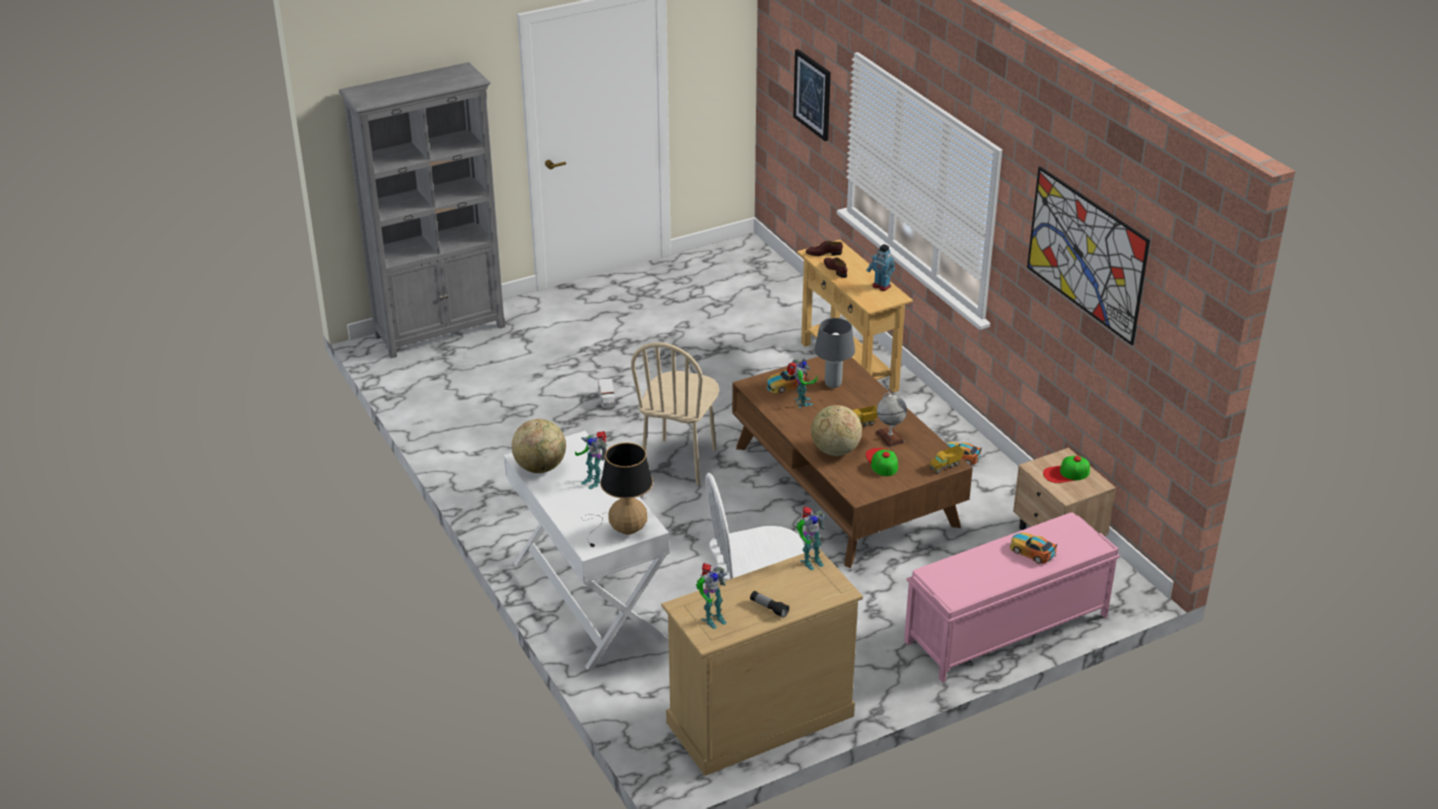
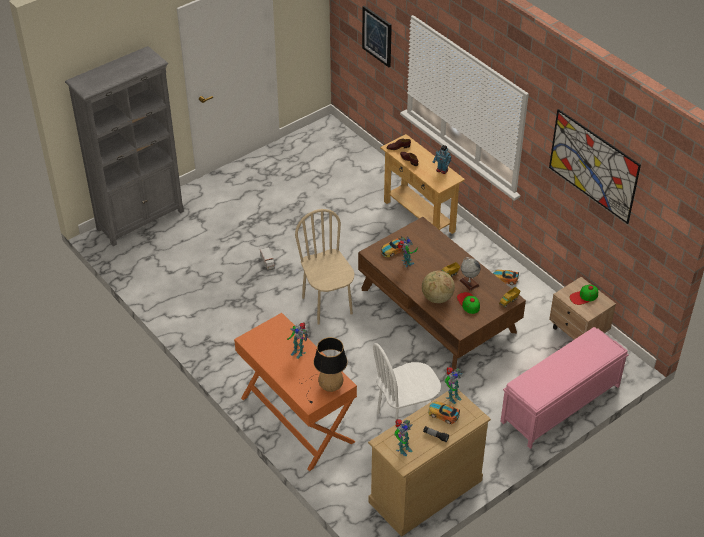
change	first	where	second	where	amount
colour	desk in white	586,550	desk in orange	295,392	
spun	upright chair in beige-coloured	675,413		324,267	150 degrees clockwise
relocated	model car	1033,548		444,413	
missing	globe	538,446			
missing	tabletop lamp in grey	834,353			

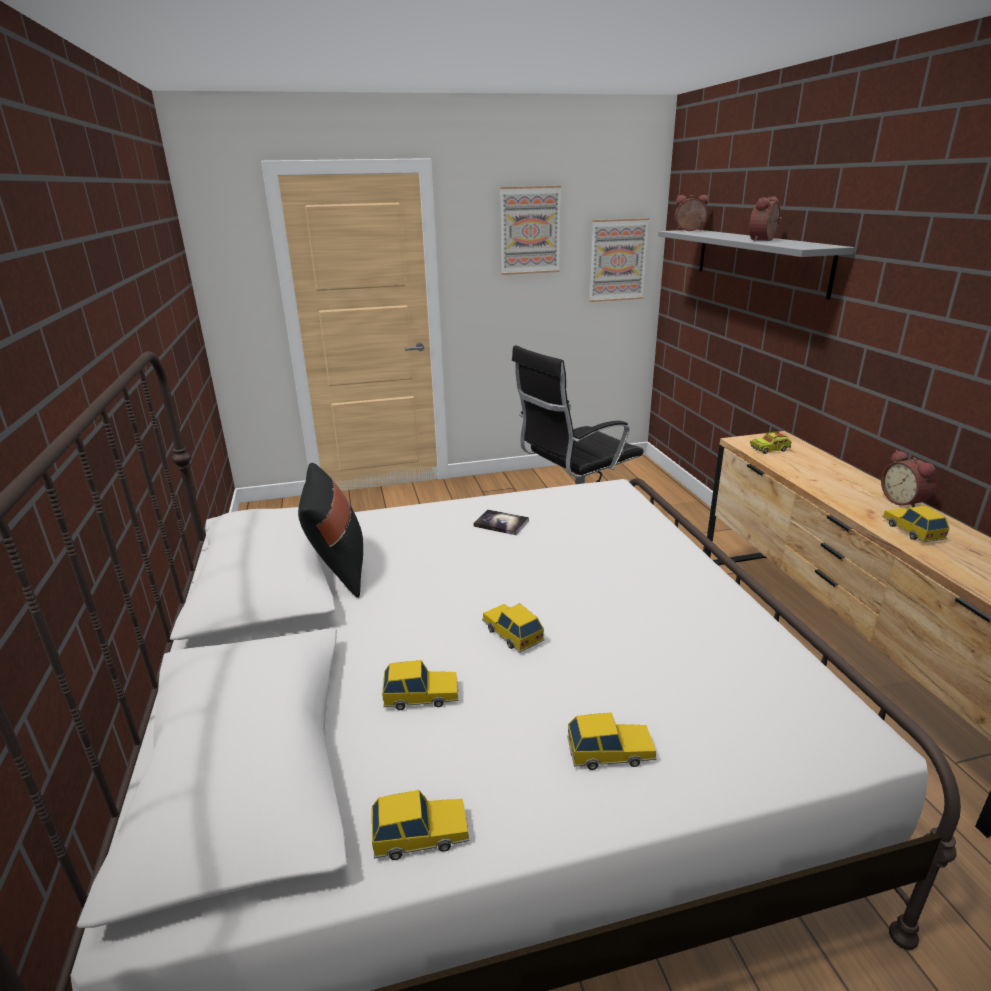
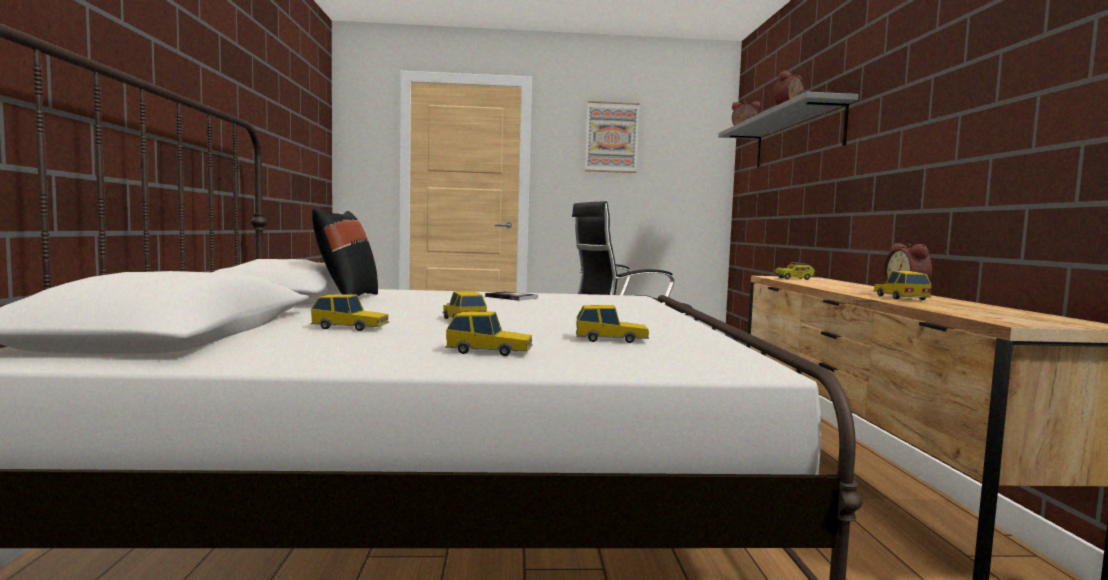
change	first	where	second	where	amount
relocated	model car	420,825		612,324	
missing	wall picture	619,260			

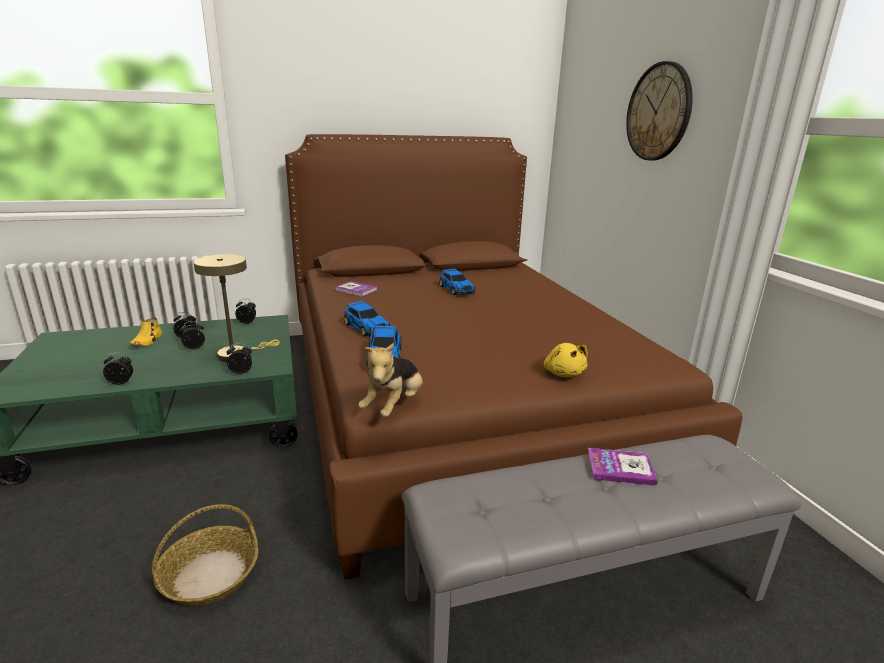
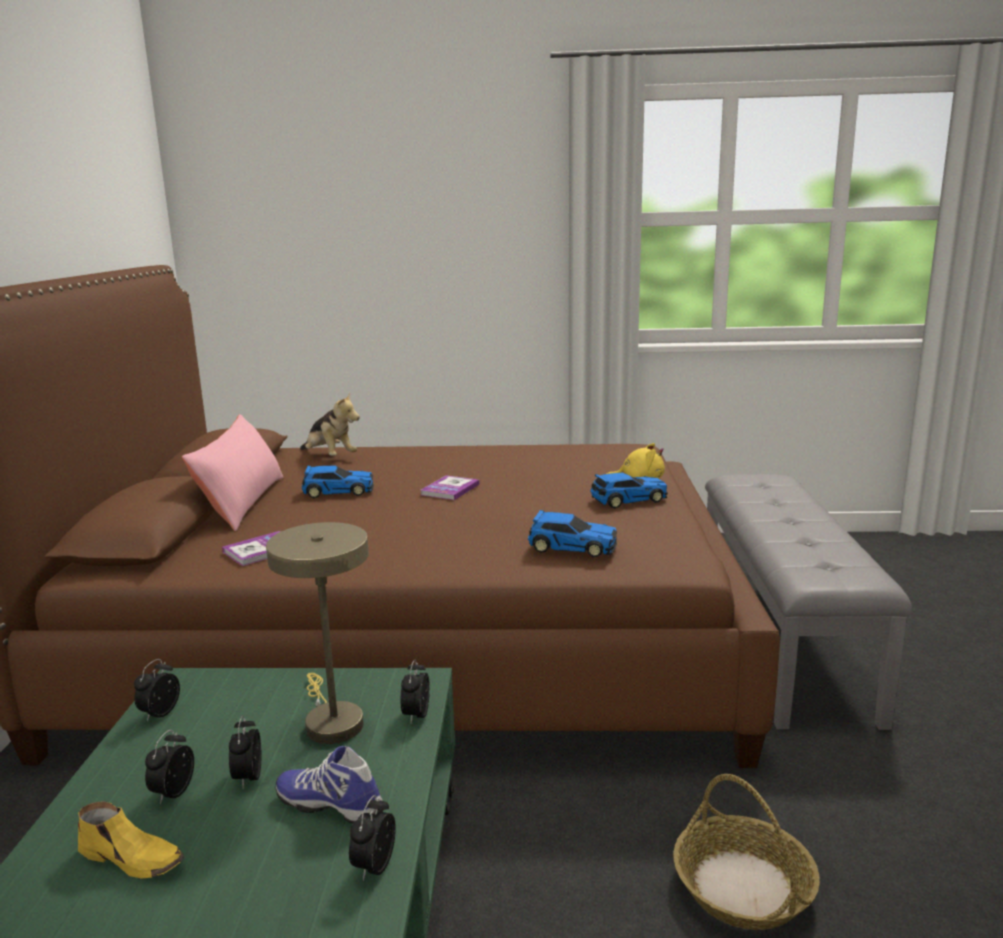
change	first	where	second	where	amount
appeared			cushion in pink	232,472	
appeared			low shoe	330,785	
relocated	soft toy	390,380		330,424	
relocated	book	622,467		450,487	
relocated	model car	367,319		629,491	
missing	wall clock	659,110			

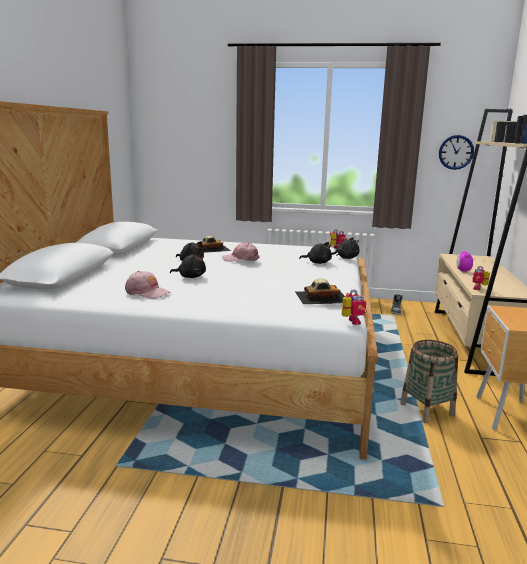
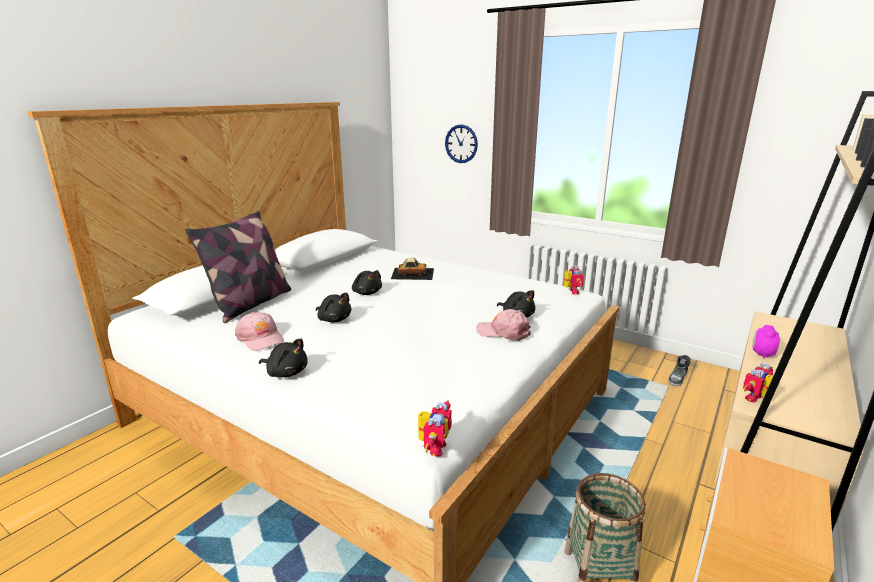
change	first	where	second	where	amount
appeared			cushion	238,267	
relocated	soft toy in black-coloured	345,248		283,357	
relocated	wall clock	456,152		461,143	
relocated	cap in pink	241,252		503,325	
missing	model car	320,291			

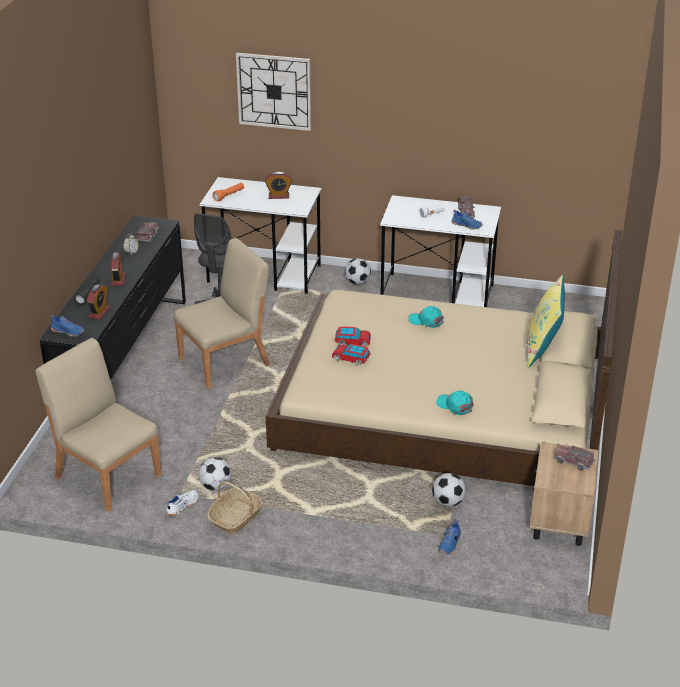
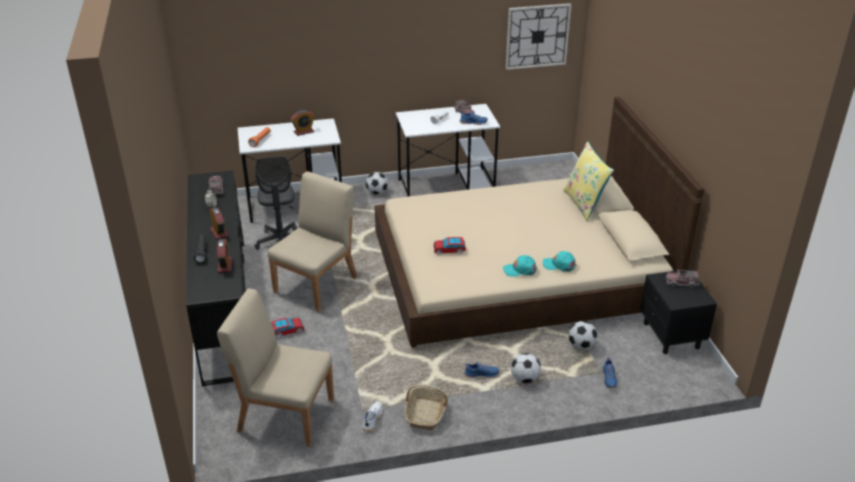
change	first	where	second	where	amount
relocated	model car	353,336		287,328	
relocated	low shoe in blue	68,326		481,370	
relocated	cap in turquoise-coloured	426,317		520,266	
relocated	wall clock	273,92		539,36	
relocated	football ball	215,474		526,368	
colour	night table in beige-coloured	564,494	night table in black-coloured	678,311	

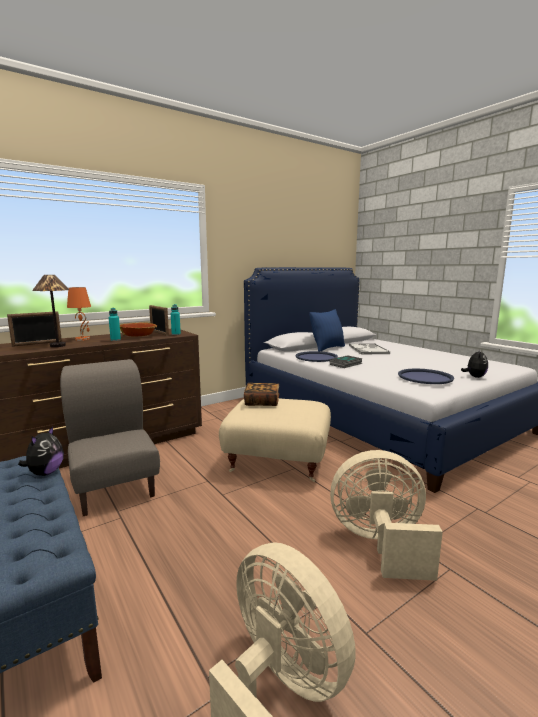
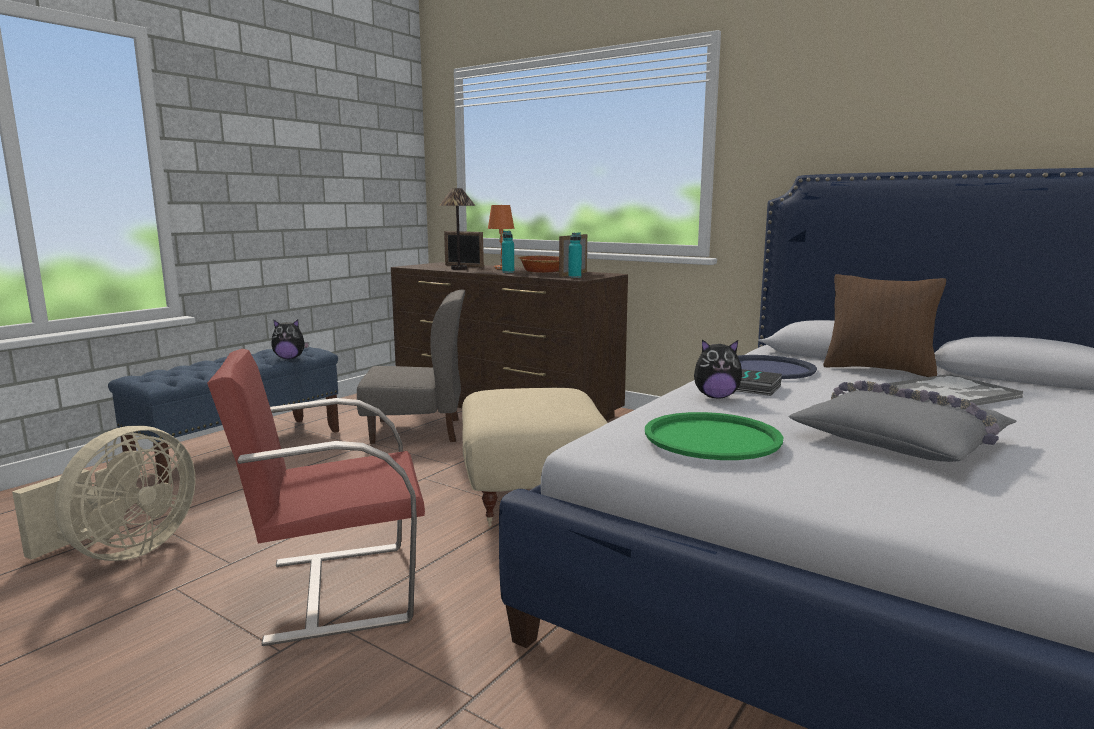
change	first	where	second	where	amount
exchanged	fan in beige-coloured	386,515	upright chair in red-coloured	316,497	
spun	upright chair in grey	110,437		411,366	45 degrees clockwise
colour	tray in blue	426,376	tray in greenish	714,436	
relocated	soft toy	474,363		718,368	
appeared			cushion in grey	902,421	
colour	cushion in blue	327,330	cushion in brown	884,325	
missing	book	261,394			

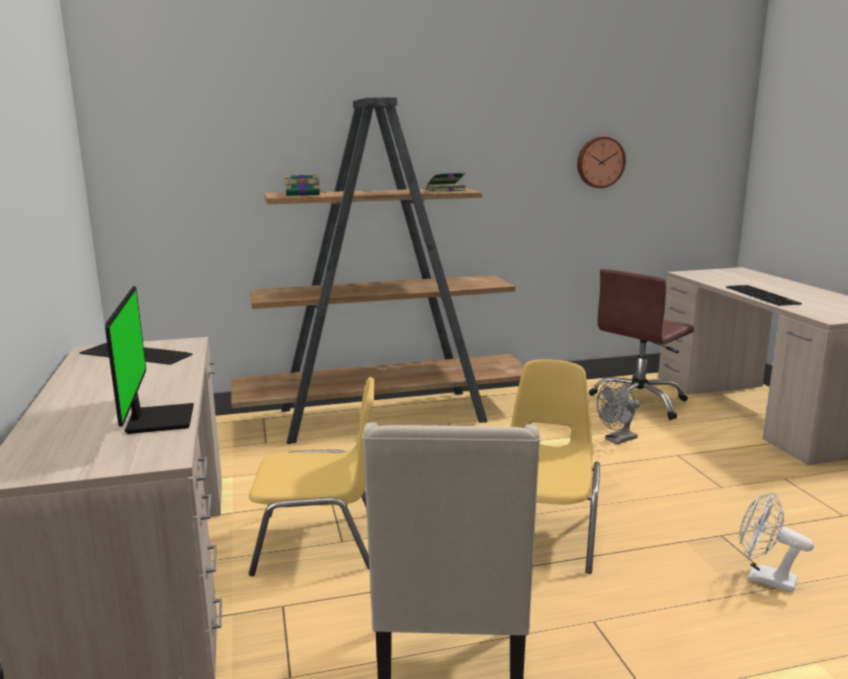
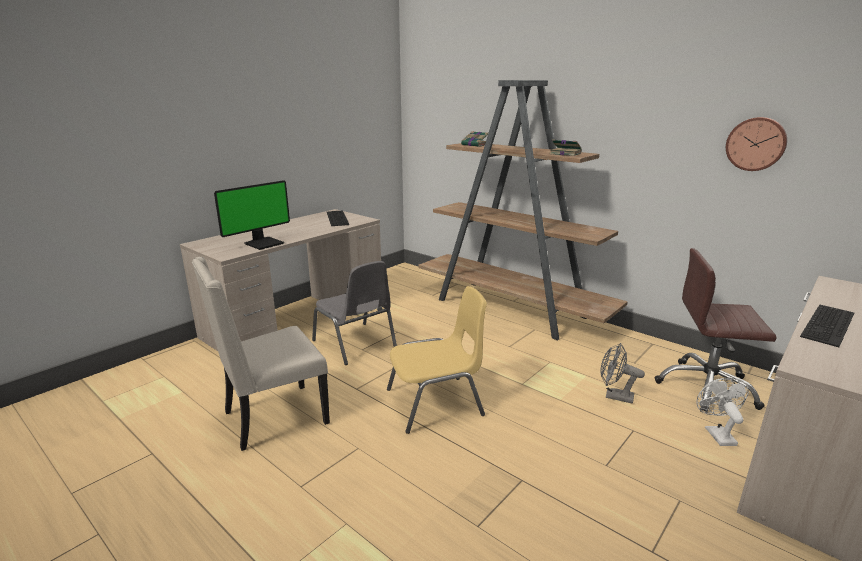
change	first	where	second	where	amount
colour	upright chair in yellow	312,476	upright chair in grey	354,313	
relocated	fan in white	776,542		722,412	

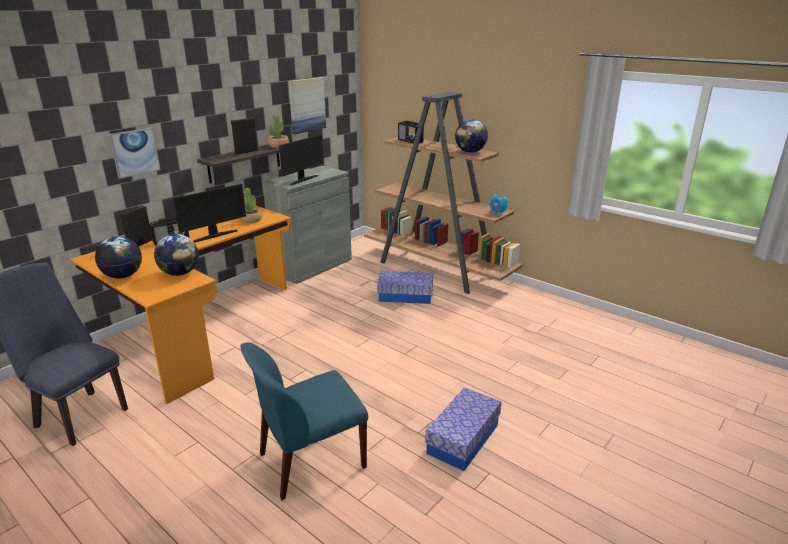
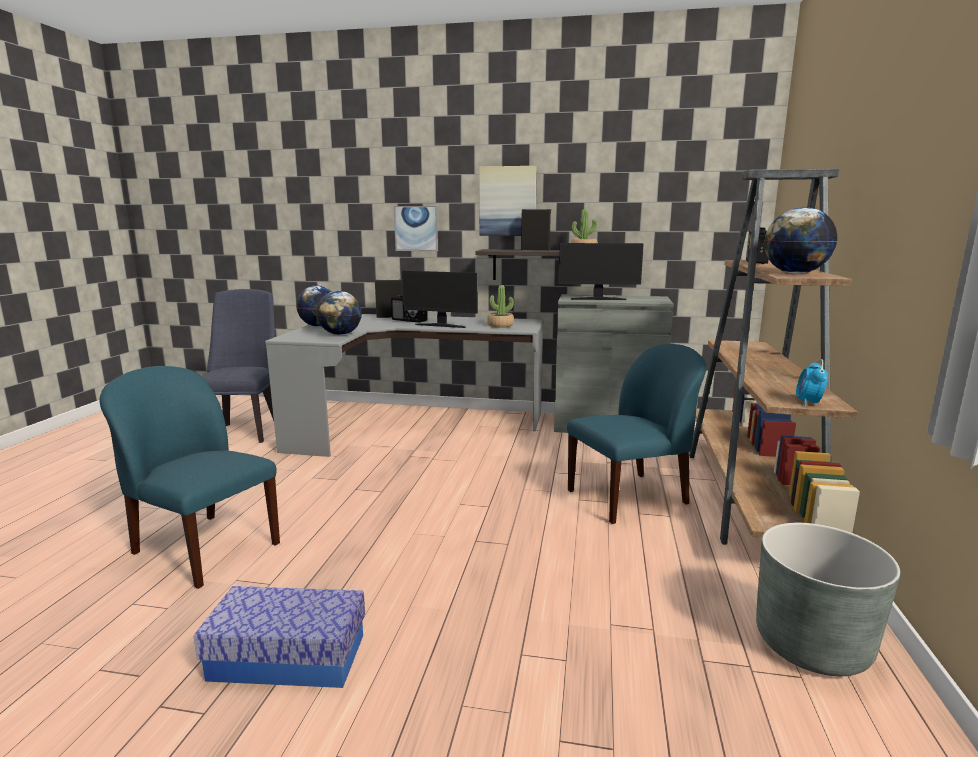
change	first	where	second	where	amount
colour	desk in orange	180,304	desk in grey	404,385	
relocated	wall picture	307,105		508,201	
exchanged	storage bin	405,287	upright chair in blue	636,434	
appeared			flower pot in grey	828,599	

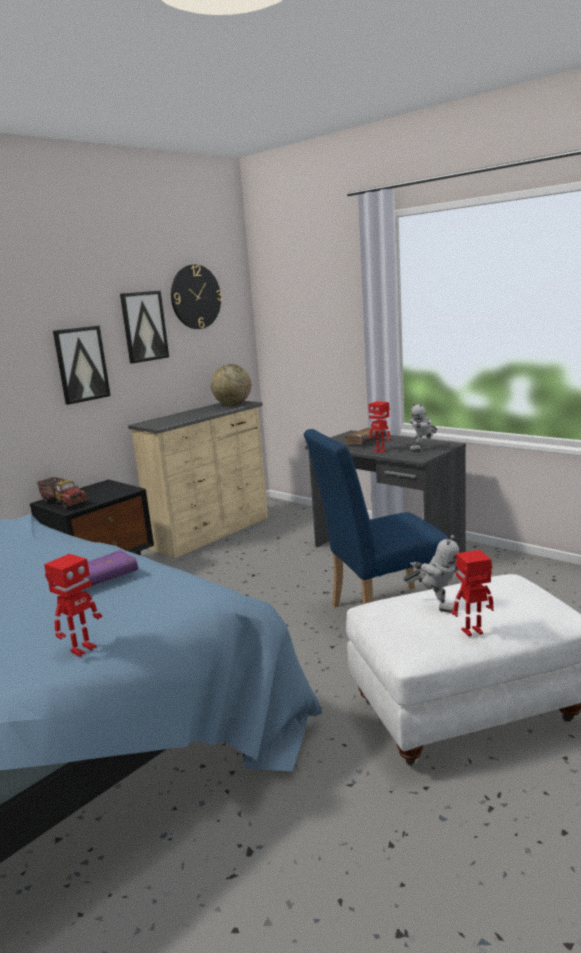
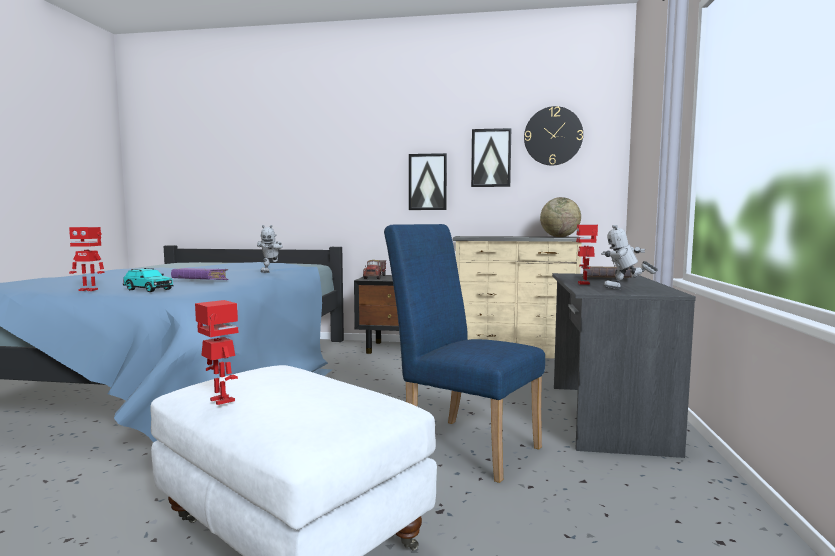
change	first	where	second	where	amount
appeared			model car in turquoise-coloured	148,280	
relocated	toy robot	431,574		270,249	

